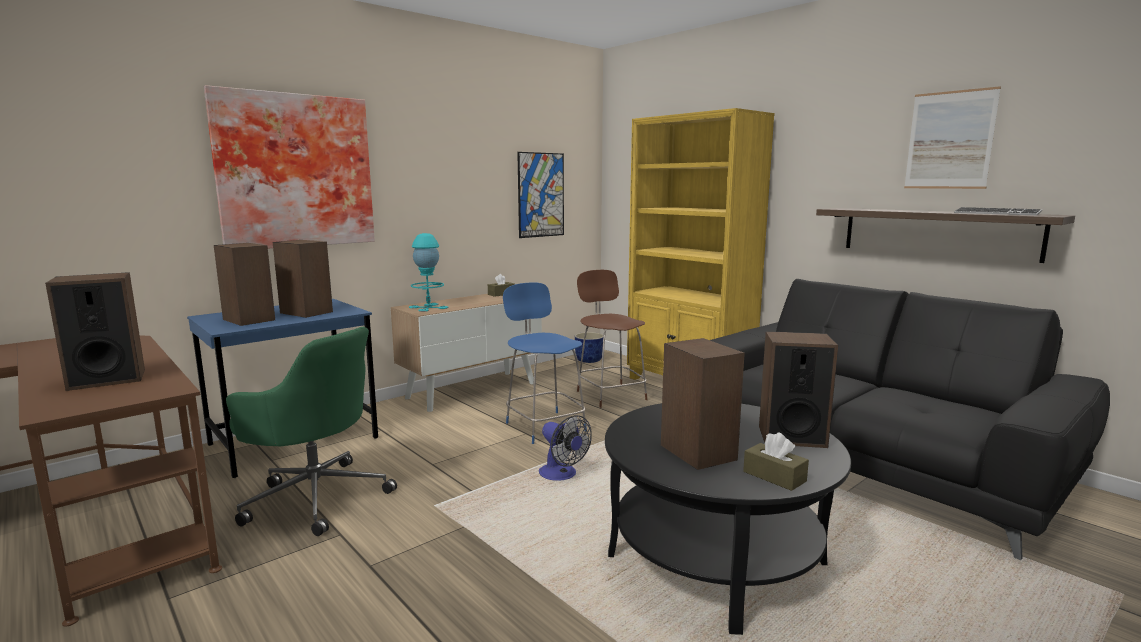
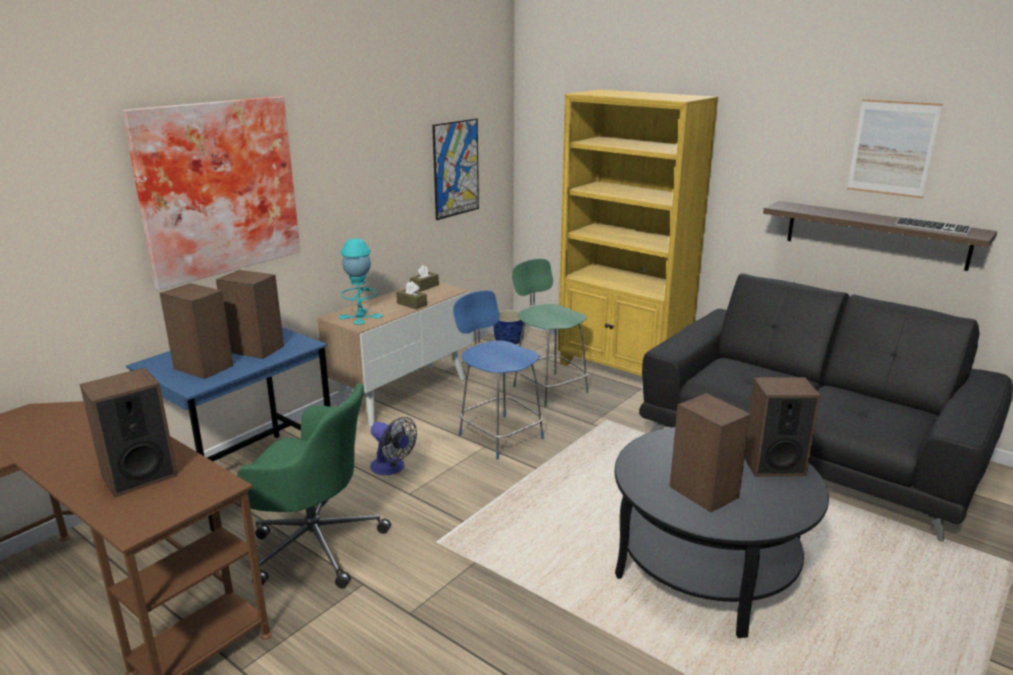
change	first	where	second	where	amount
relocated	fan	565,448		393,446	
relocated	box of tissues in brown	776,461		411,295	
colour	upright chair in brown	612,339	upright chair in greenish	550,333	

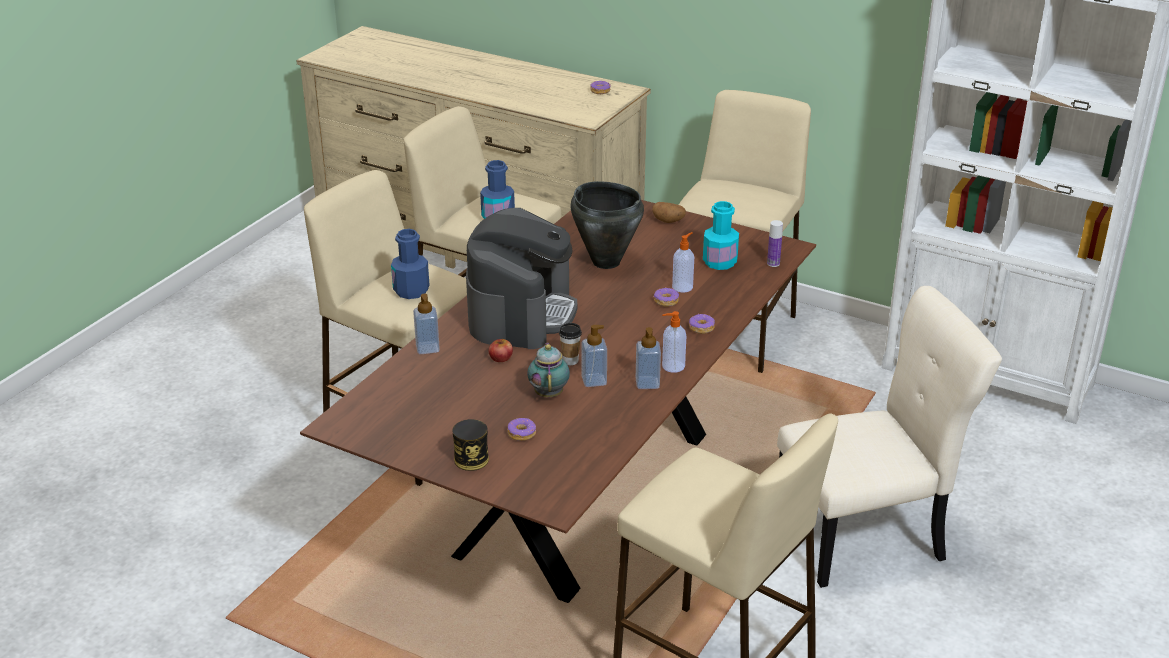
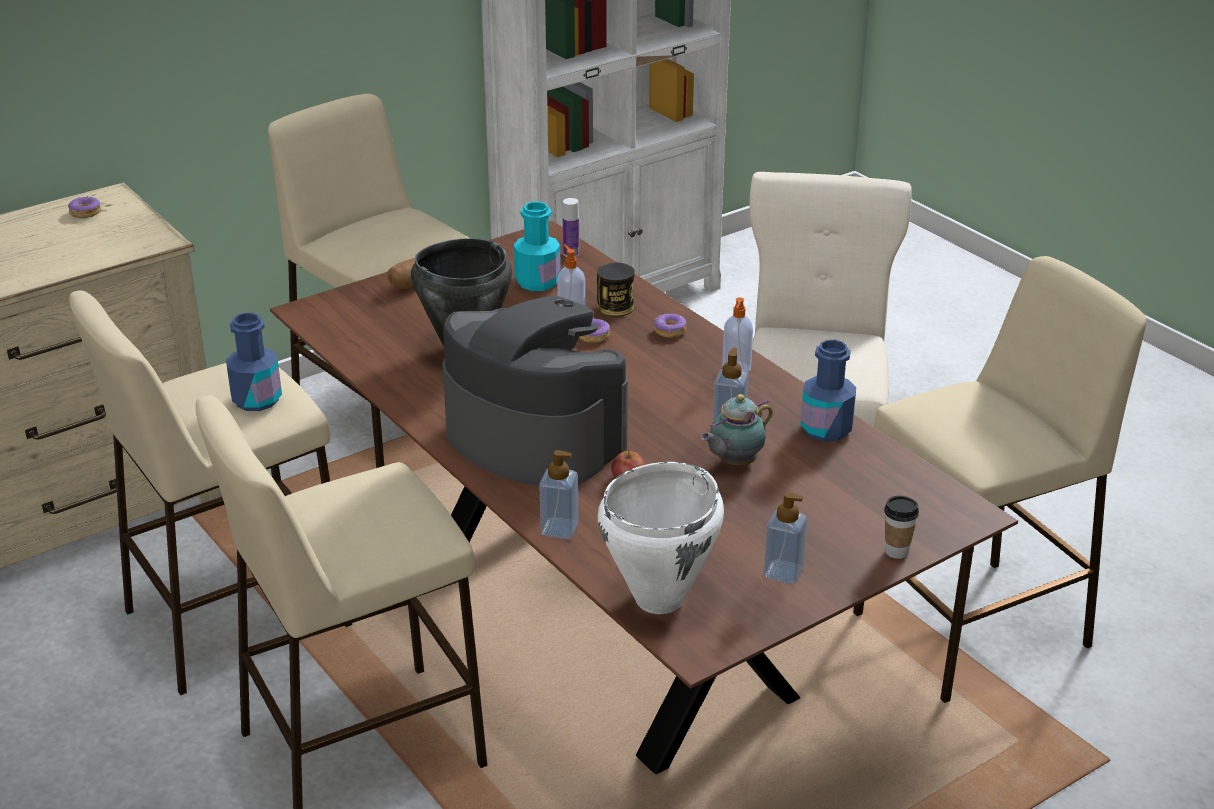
change	first	where	second	where	amount
relocated	sealed can	471,445		616,290	
appeared			cooking pot in white	661,538	
spun	tea pot	548,370		737,429	60 degrees counterclockwise
relocated	liquid soap bottle	648,358		785,538	
relocated	bottle in blue	410,264		828,390	
relocated	drinking cup	570,344		901,527	
missing	ring doughnut	522,429			

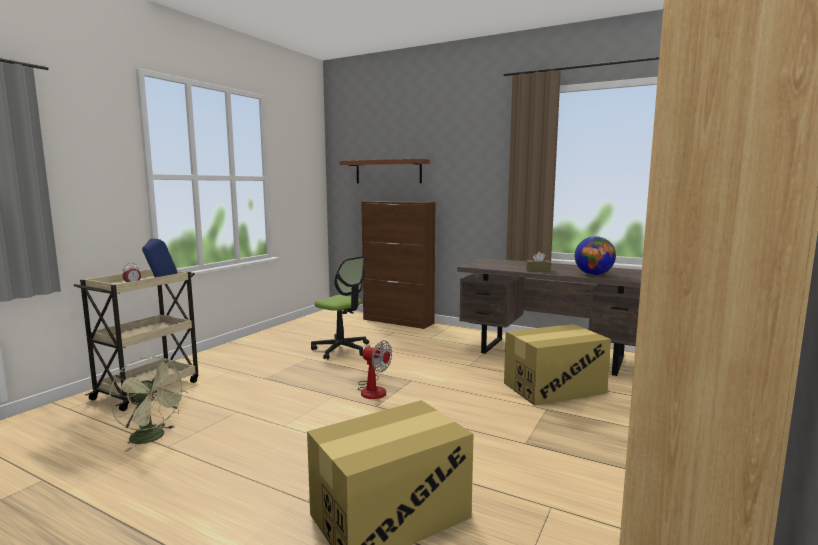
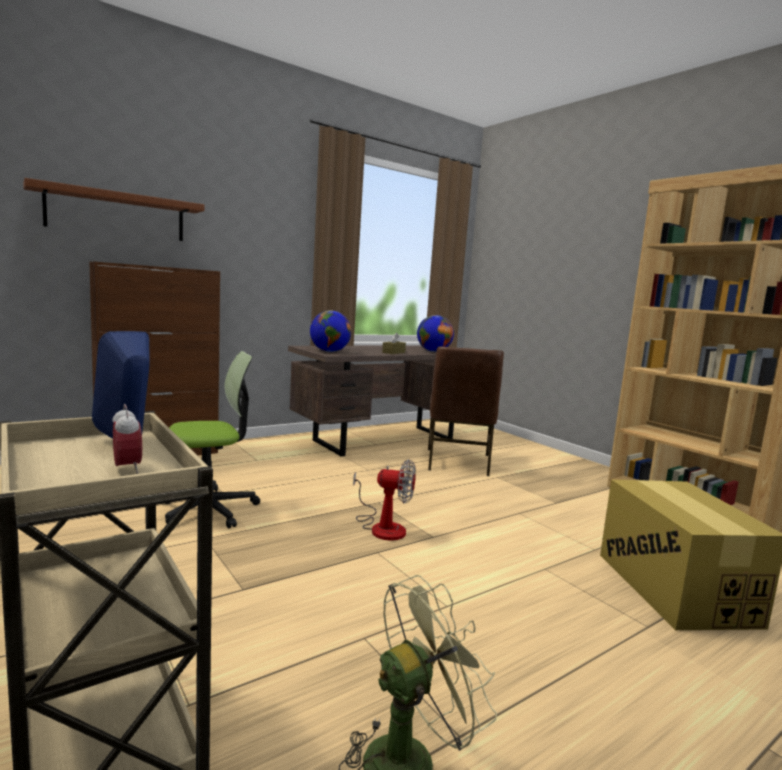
change	first	where	second	where	amount
appeared			globe	330,331	
spun	fan	375,369		384,500	45 degrees clockwise
exchanged	carton	557,365	upright chair in brown	466,411	

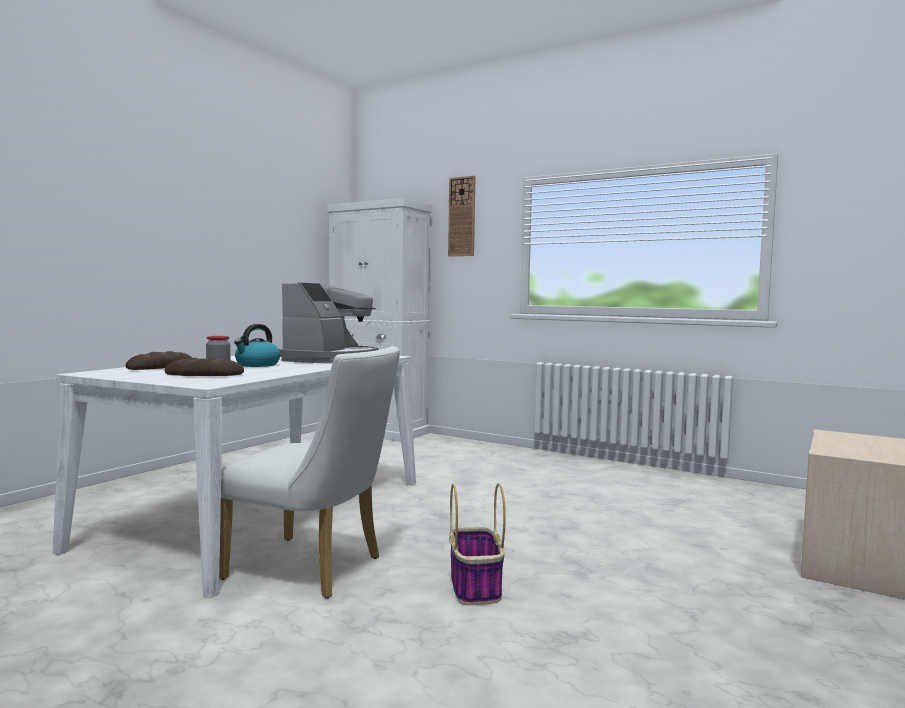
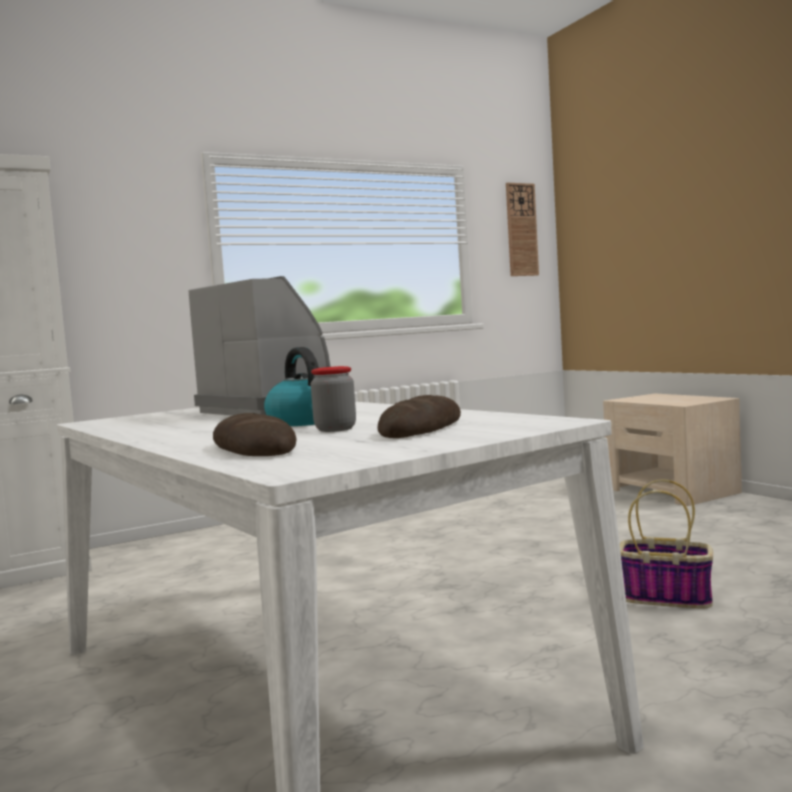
change	first	where	second	where	amount
relocated	wall clock	461,216		522,229	
missing	upright chair in white	309,472			

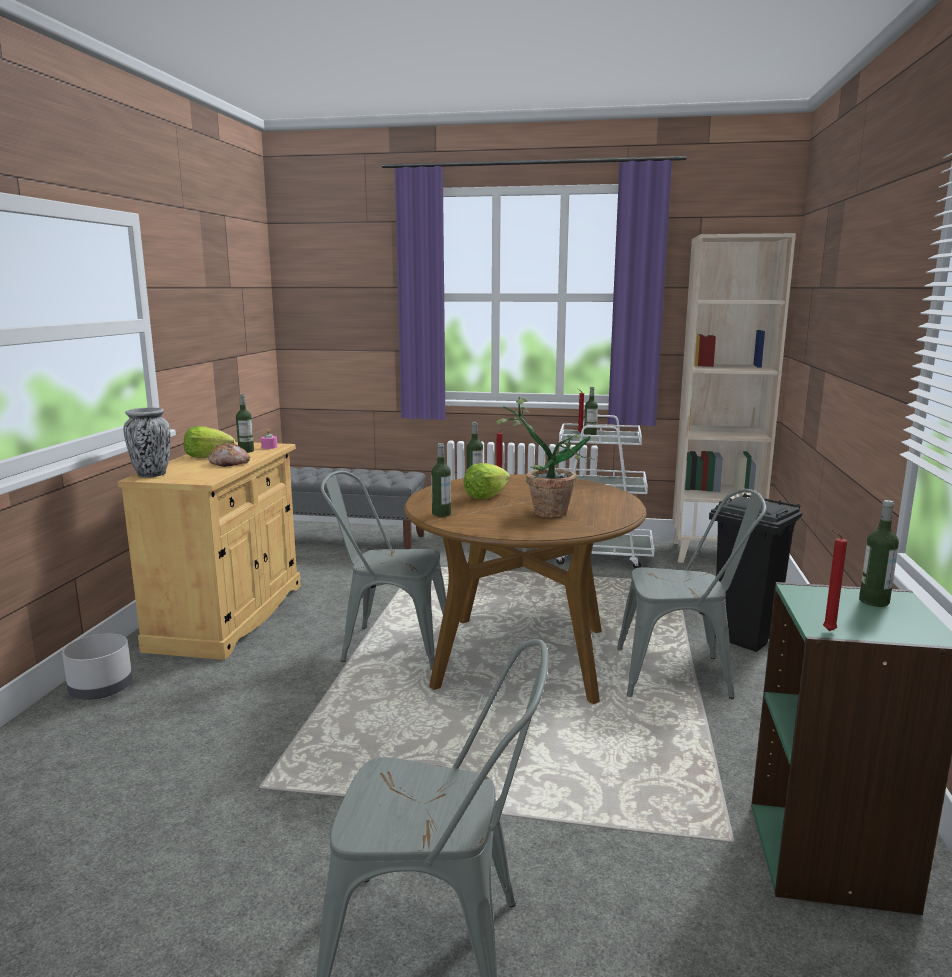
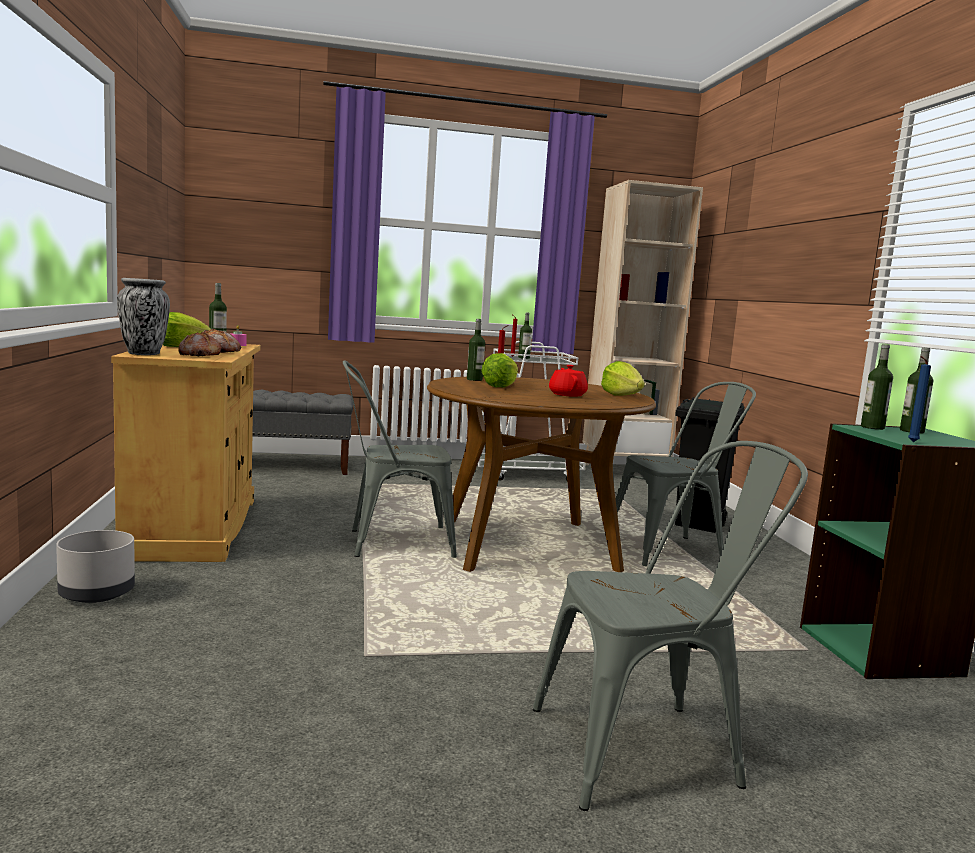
change	first	where	second	where	amount
appeared			baked bread	200,344	
exchanged	plant in a pot	545,457	tea pot in red-coloured	568,381	
appeared			lettuce	623,378	
relocated	bottle	441,480		877,387	
colour	wax light in red-coloured	835,580	wax light in blue	919,399	

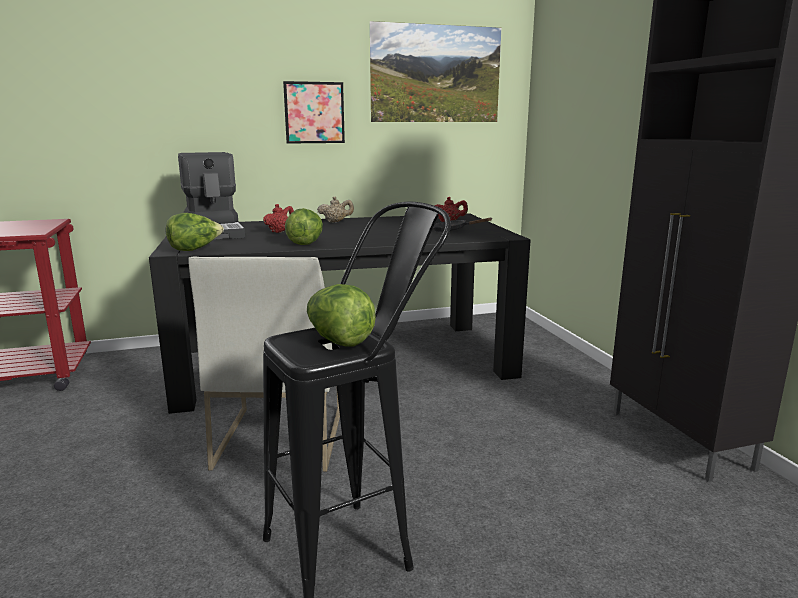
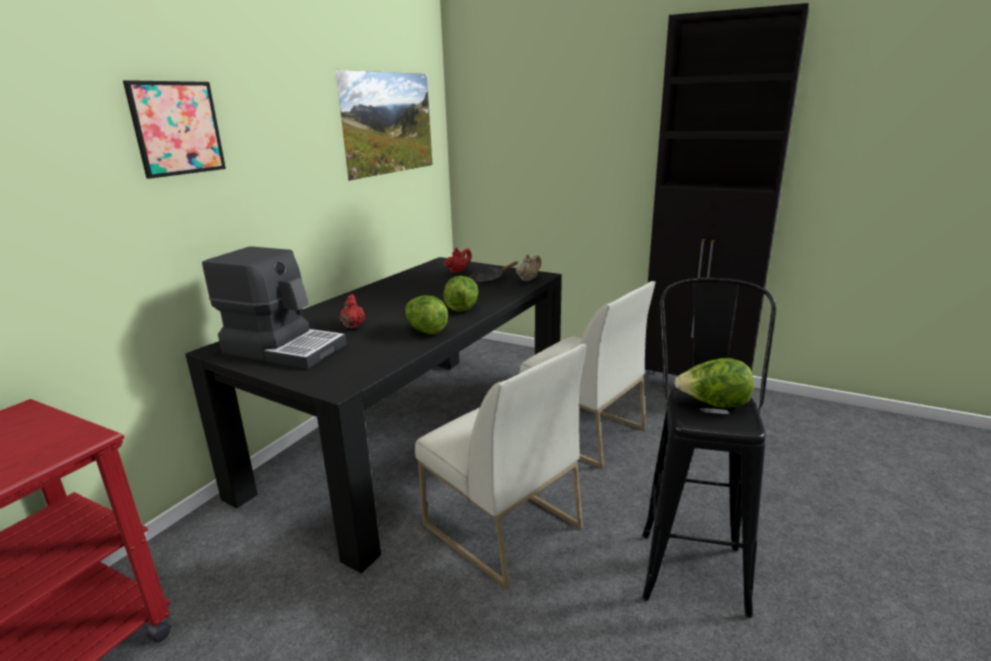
change	first	where	second	where	amount
relocated	wall picture	314,112		174,129	
relocated	lettuce	195,232		461,294	
relocated	tea pot in beige-coloured	335,209		528,268	
appeared			upright chair in white	588,375	

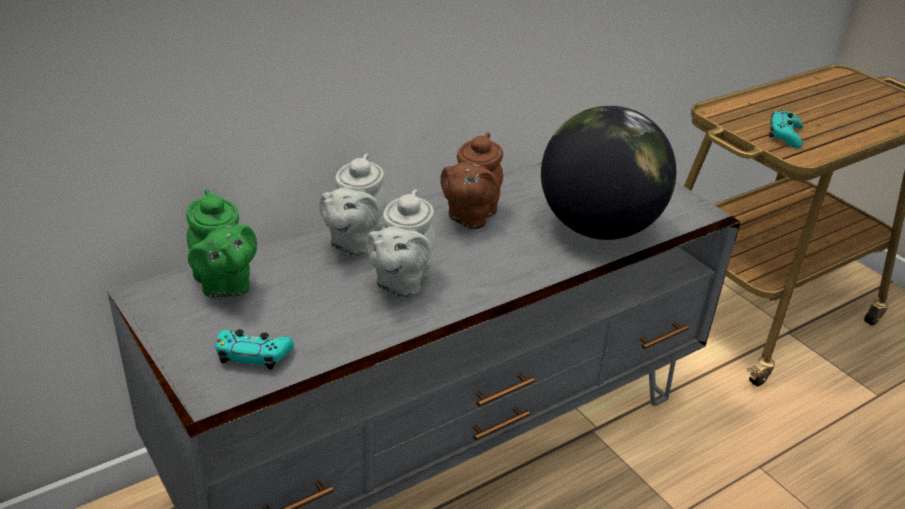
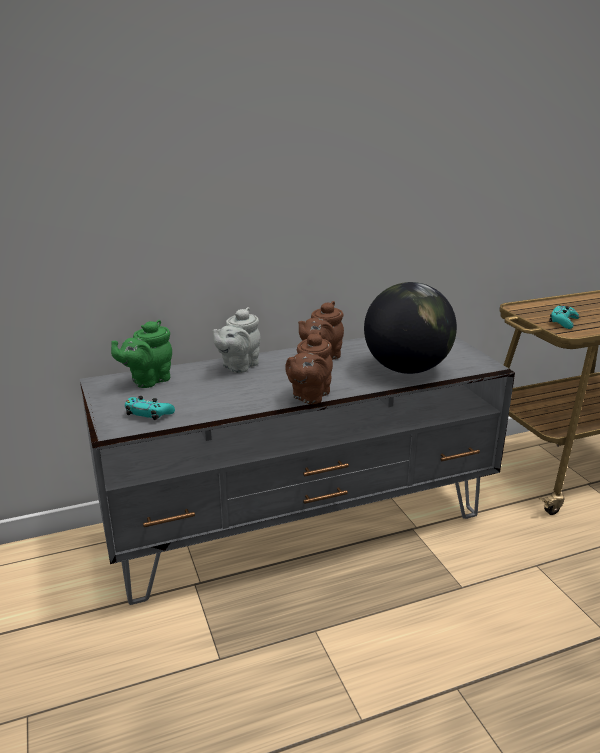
change	first	where	second	where	amount
spun	tea pot in greenish	221,243		141,354	60 degrees clockwise
appeared			tea pot in brown	309,367	
missing	tea pot in grey	400,243			

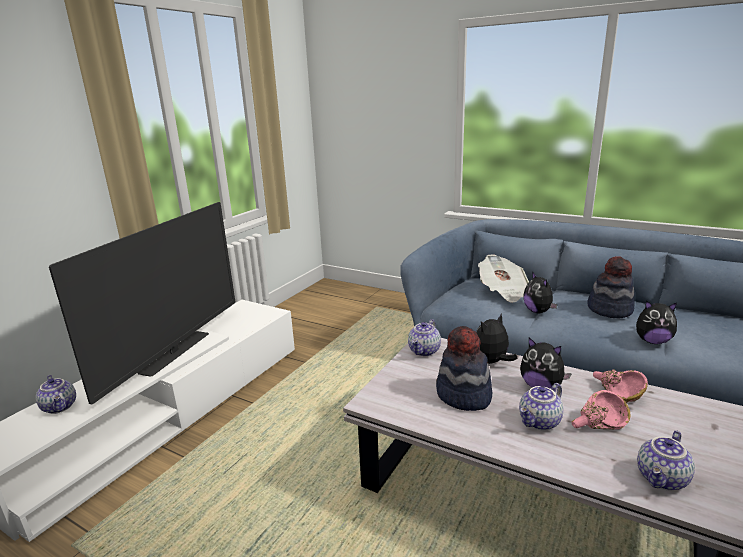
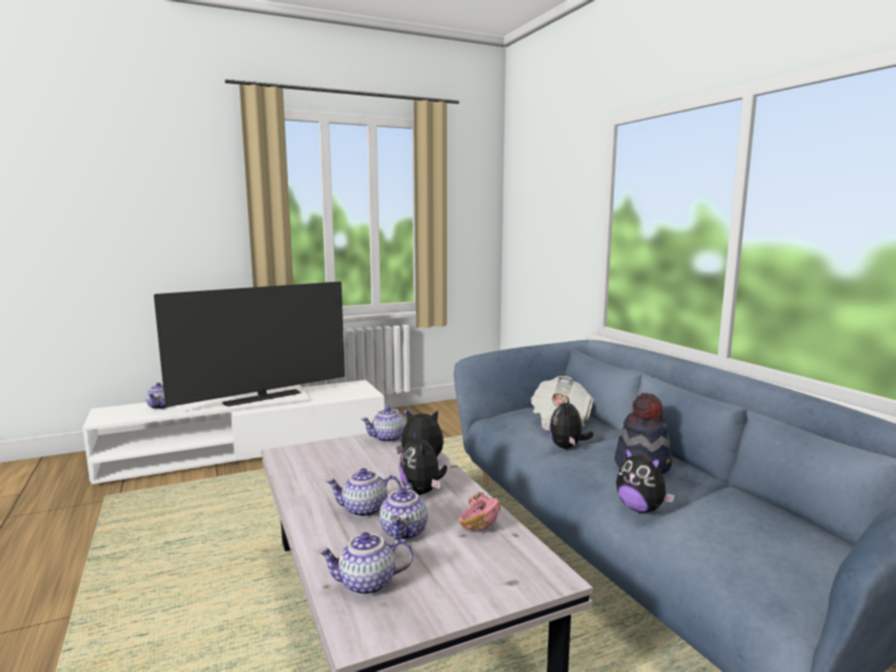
change	first	where	second	where	amount
exchanged	bowl in pink	601,410	tea pot	404,511	
missing	hat	464,368			

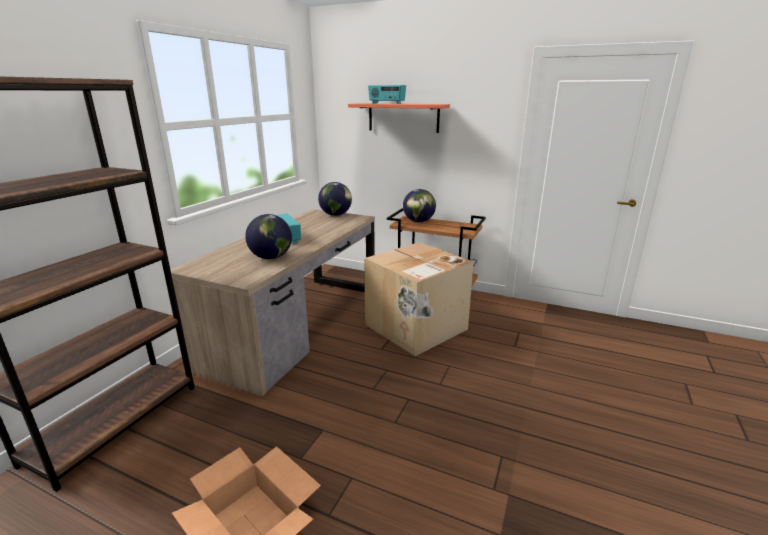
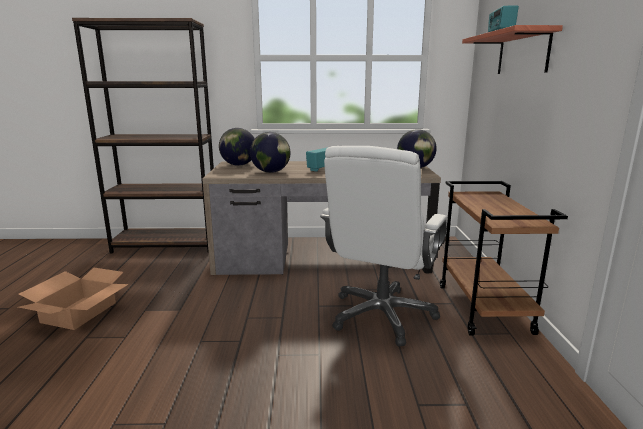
change	first	where	second	where	amount
relocated	globe	419,205		237,147	
exchanged	carton	419,299	desk chair in white	384,246	

